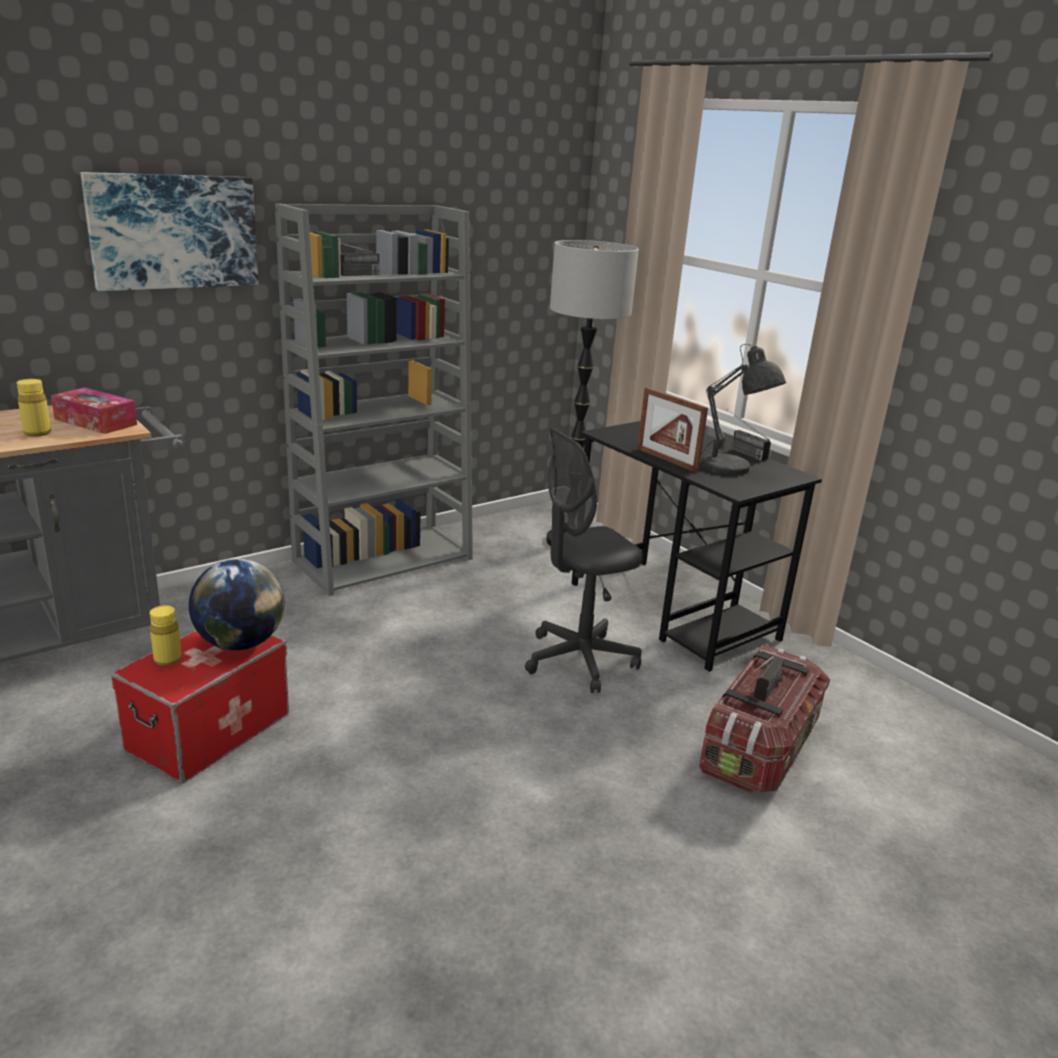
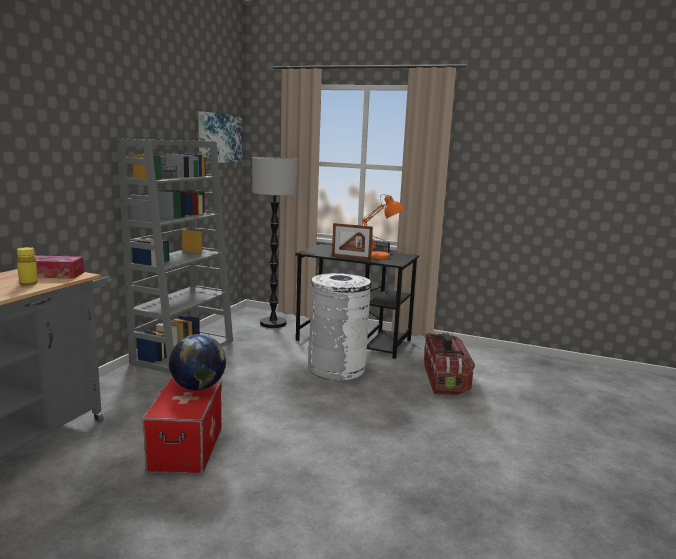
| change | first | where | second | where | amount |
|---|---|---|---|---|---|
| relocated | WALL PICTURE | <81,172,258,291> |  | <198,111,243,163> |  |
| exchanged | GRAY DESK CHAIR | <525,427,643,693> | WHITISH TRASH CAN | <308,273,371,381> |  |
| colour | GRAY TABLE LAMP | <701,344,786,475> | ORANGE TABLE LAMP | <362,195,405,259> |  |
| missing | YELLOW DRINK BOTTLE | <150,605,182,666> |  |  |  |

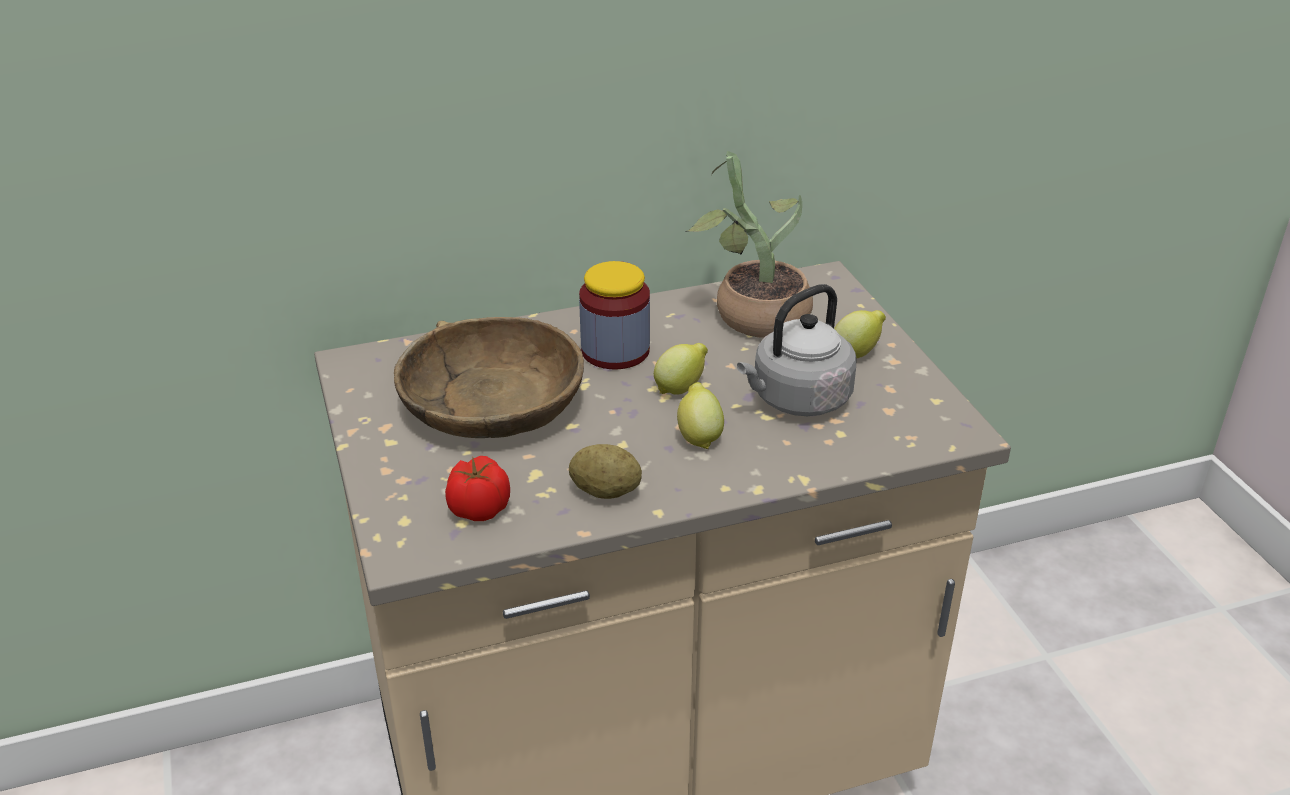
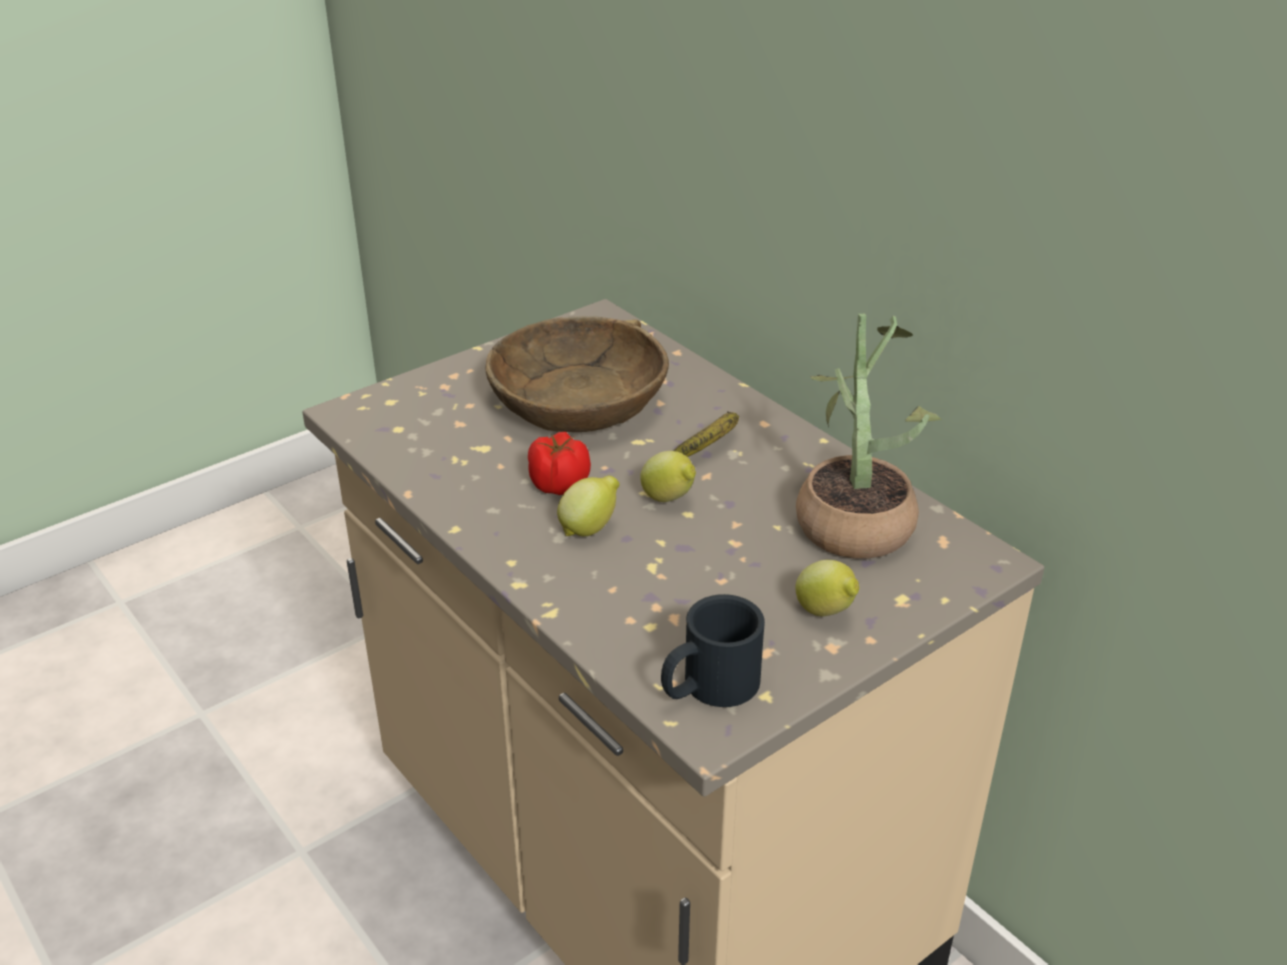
| change | first | where | second | where | amount |
|---|---|---|---|---|---|
| relocated | TOMATO | <445,456,510,521> |  | <528,432,591,495> |  |
| appeared |  |  | BLACK MUG | <661,594,765,707> |  |
| exchanged | JAR | <579,261,650,369> | BANANA | <674,411,739,457> |  |
| missing | POTATO | <569,444,642,499> |  |  |  |
| missing | GRAY TEA KETTLE | <737,284,856,416> |  |  |  |

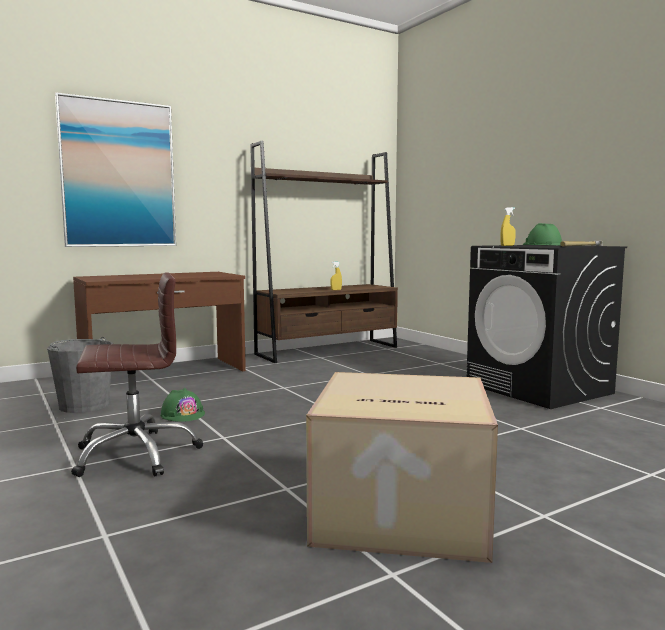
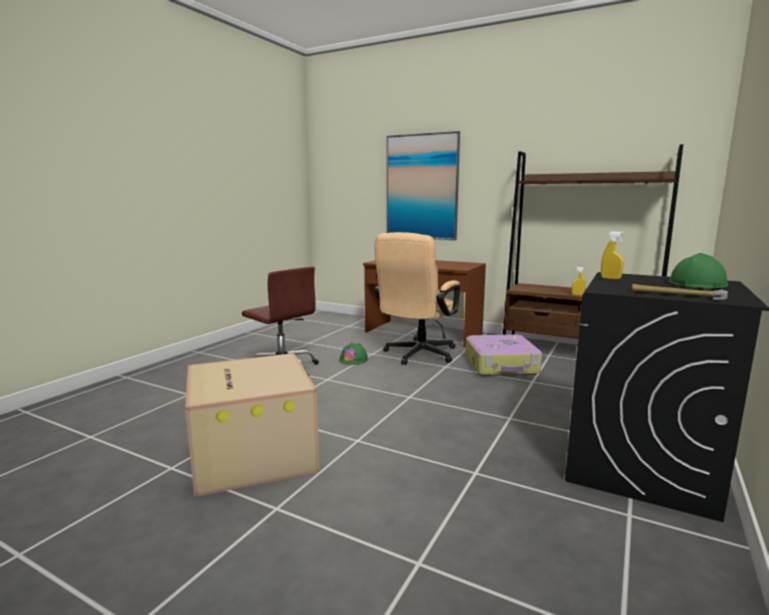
| change | first | where | second | where | amount |
|---|---|---|---|---|---|
| appeared |  |  | BEIGE DESK CHAIR | <374,232,460,365> |  |
| appeared |  |  | PIECE OF LUGGAGE | <465,334,542,376> |  |
| missing | GRAY BUCKET | <47,337,113,413> |  |  |  |

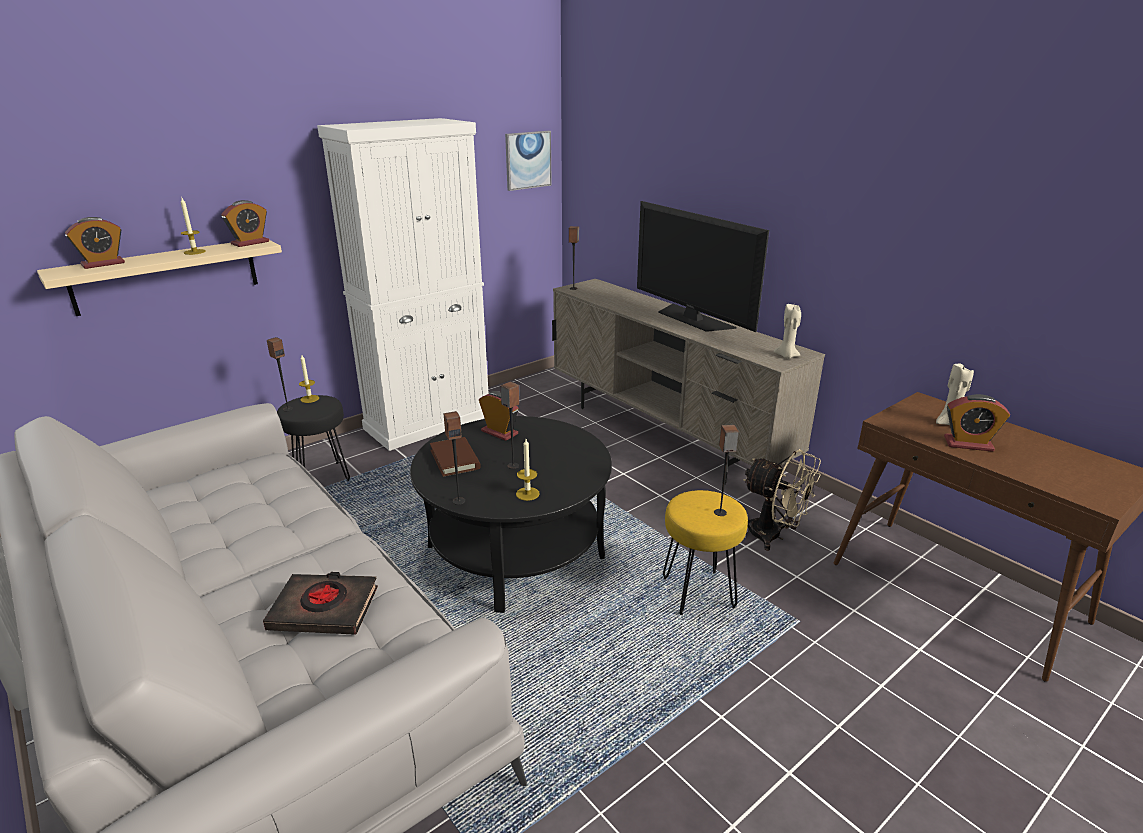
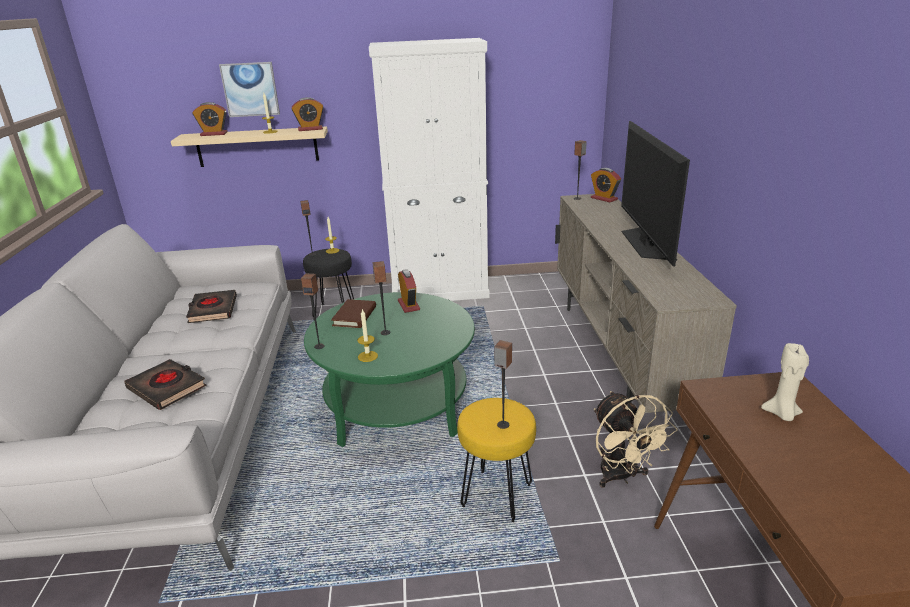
| change | first | where | second | where | amount |
|---|---|---|---|---|---|
| appeared |  |  | BLACK BOOK | <186,290,237,323> |  |
| relocated | WALL PICTURE | <505,131,552,191> |  | <219,62,280,117> |  |
| colour | BLACK LOW TABLE | <410,416,612,613> | GREENISH LOW TABLE | <304,292,475,447> |  |
| relocated | ALARM CLOCK | <944,394,1010,452> |  | <591,168,621,202> |  |
| missing | BEIGE CANDLE | <774,304,801,359> |  |  |  |

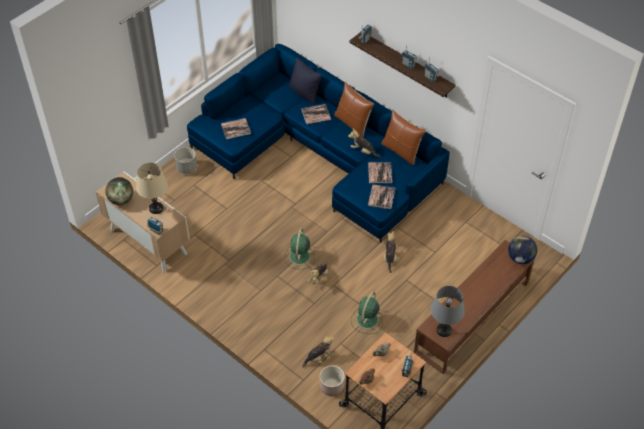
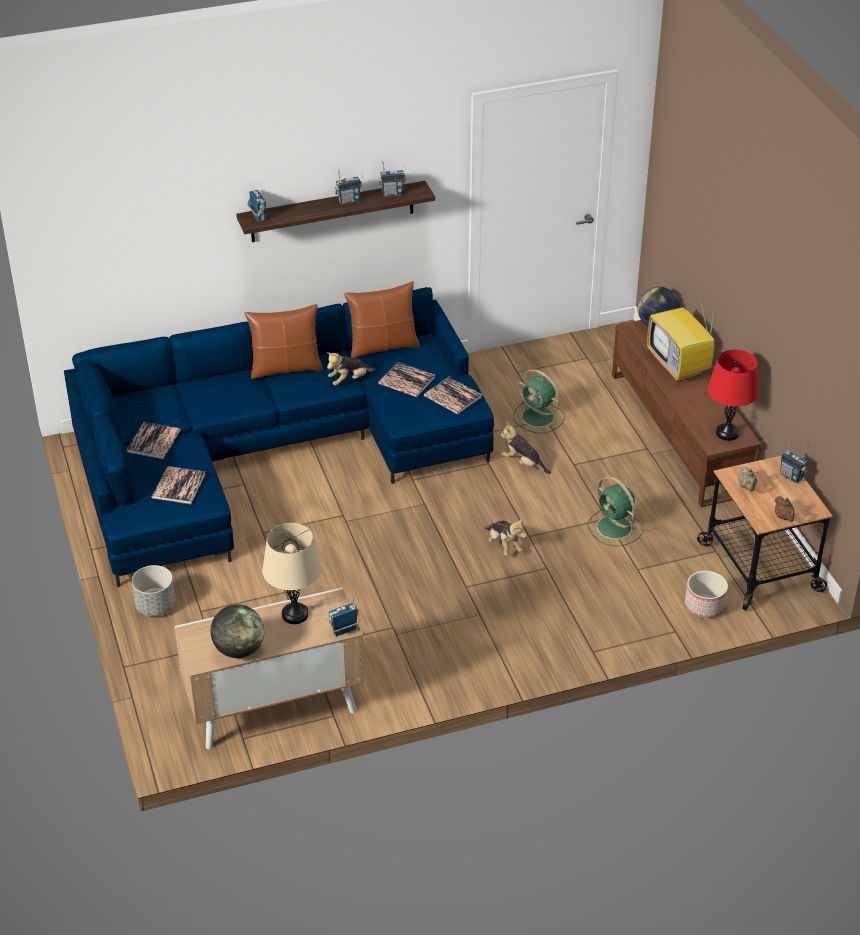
| change | first | where | second | where | amount |
|---|---|---|---|---|---|
| relocated | BOOK | <301,104,331,124> |  | <126,422,181,459> |  |
| relocated | GREENISH COOLING FAN | <285,228,315,269> |  | <513,369,565,433> |  |
| appeared |  |  | TV SET | <647,296,715,382> |  |
| colour | GRAY TABLE LAMP | <431,286,465,337> | RED-COLOURED TABLE LAMP | <708,349,759,441> |  |
| missing | BLACK THROW PILLOW | <289,58,321,104> |  |  |  |
| missing | SOFT TOY | <302,334,334,368> |  |  |  |

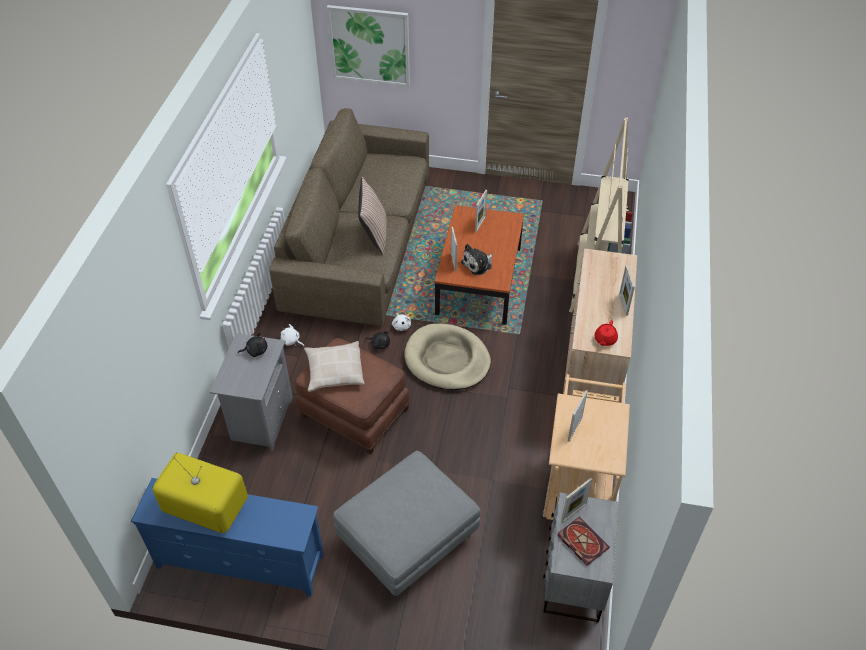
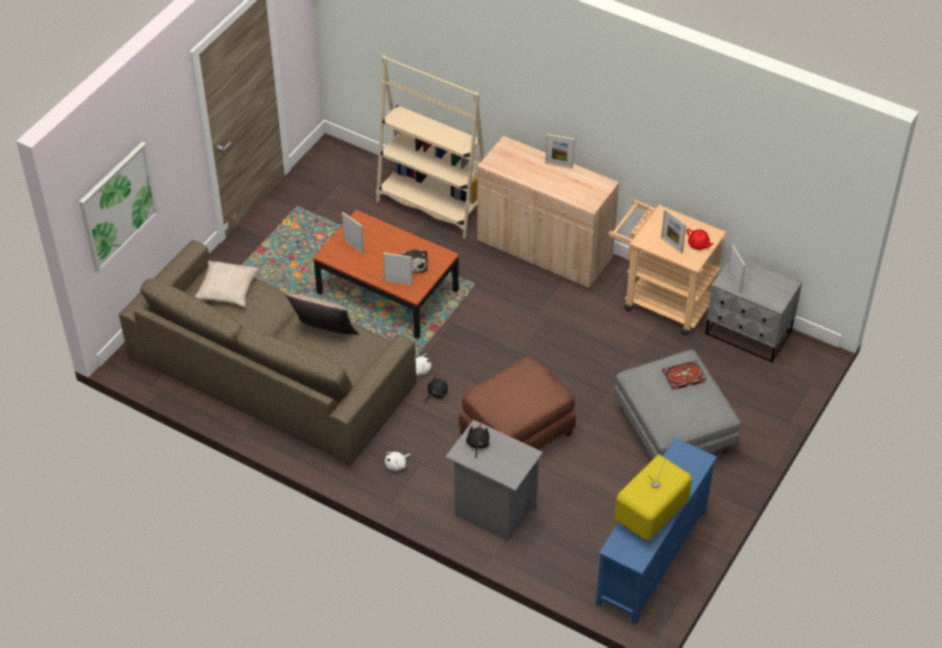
| change | first | where | second | where | amount |
|---|---|---|---|---|---|
| relocated | BEIGE THROW PILLOW | <304,341,365,392> |  | <194,260,259,307> |  |
| relocated | BOOK | <558,517,610,566> |  | <662,360,706,390> |  |
| relocated | RED-COLOURED TEAPOT | <594,320,618,346> |  | <686,228,714,250> |  |
| missing | BEIGE DOG CUSHION | <404,323,491,390> |  |  |  |

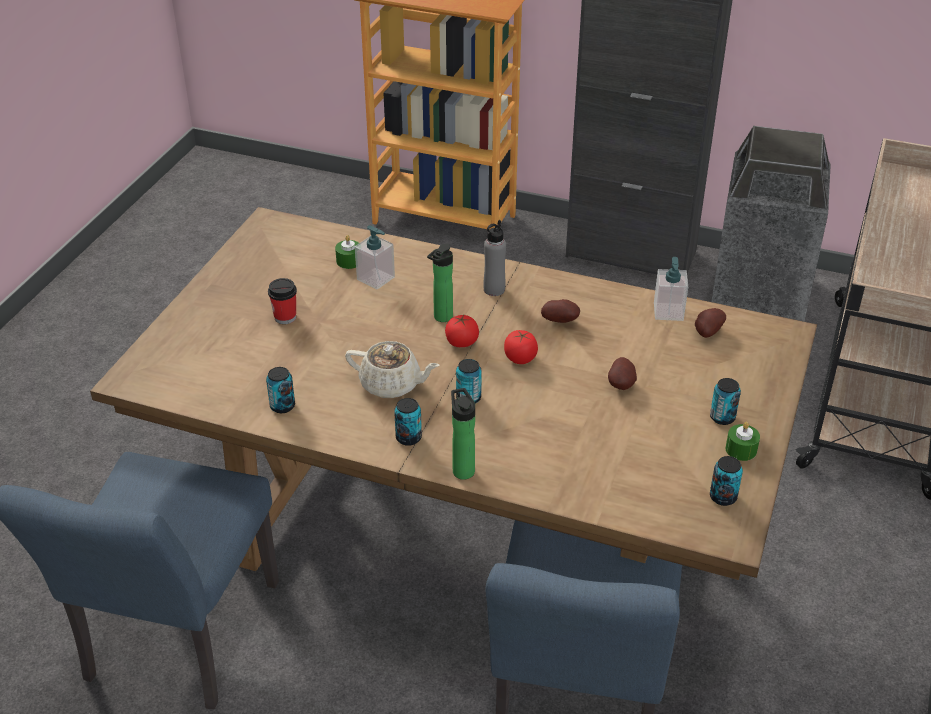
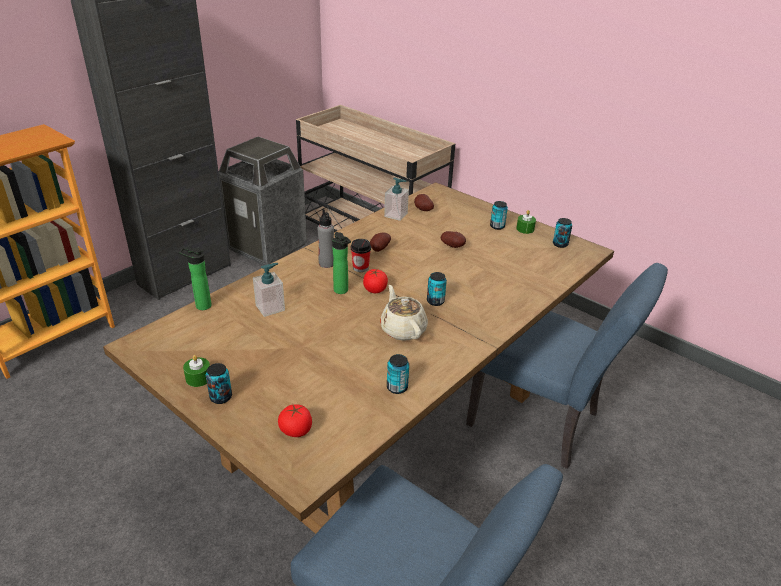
| change | first | where | second | where | amount |
|---|---|---|---|---|---|
| relocated | DRINK BOTTLE | <451,388,475,480> |  | <179,247,212,310> |  |
| relocated | GREENISH CANDLE | <335,235,359,269> |  | <183,355,210,387> |  |
| relocated | SEALED CAN | <394,398,422,446> |  | <206,363,232,404> |  |
| relocated | TOMATO | <504,330,538,364> |  | <278,404,312,437> |  |
| relocated | CUP | <268,278,297,324> |  | <351,239,371,272> |  |
| spun | BEIGE TEAPOT | <345,341,440,398> |  | <380,285,428,341> | 60 degrees counterclockwise |

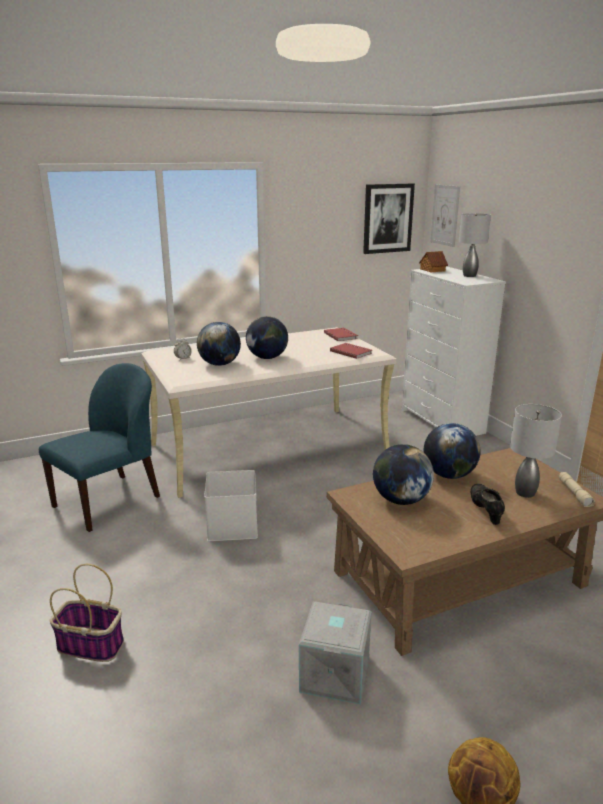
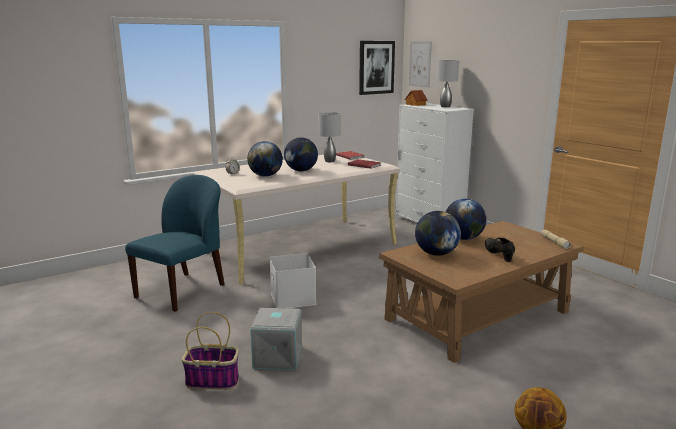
| change | first | where | second | where | amount |
|---|---|---|---|---|---|
| relocated | GRAY STORAGE BOX | <299,601,372,705> |  | <250,307,302,370> |  |
| relocated | GRAY TABLE LAMP | <510,404,562,498> |  | <318,112,341,162> |  |

